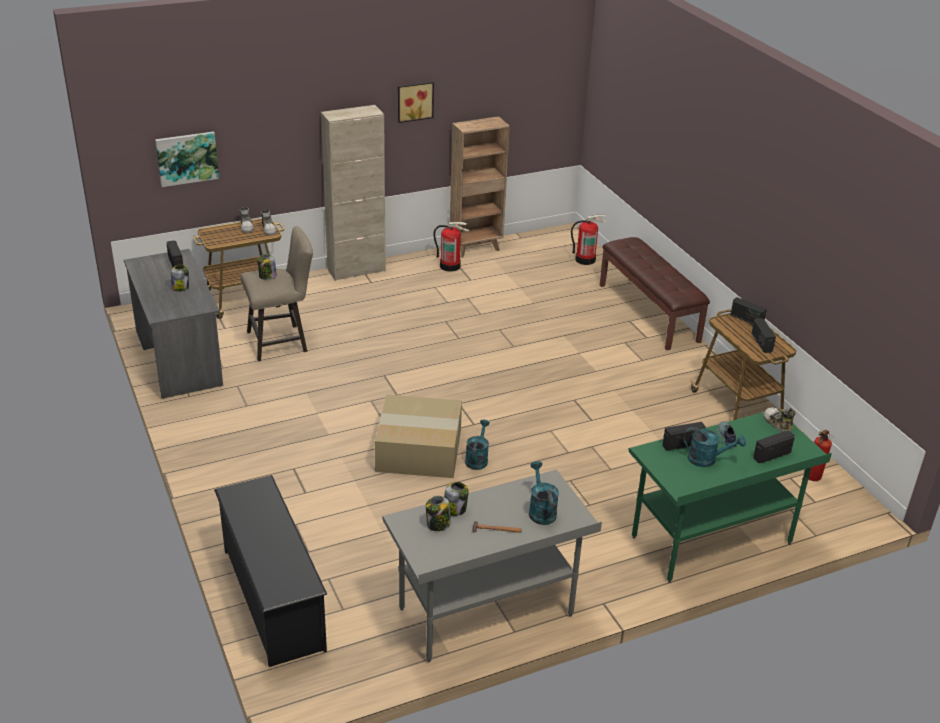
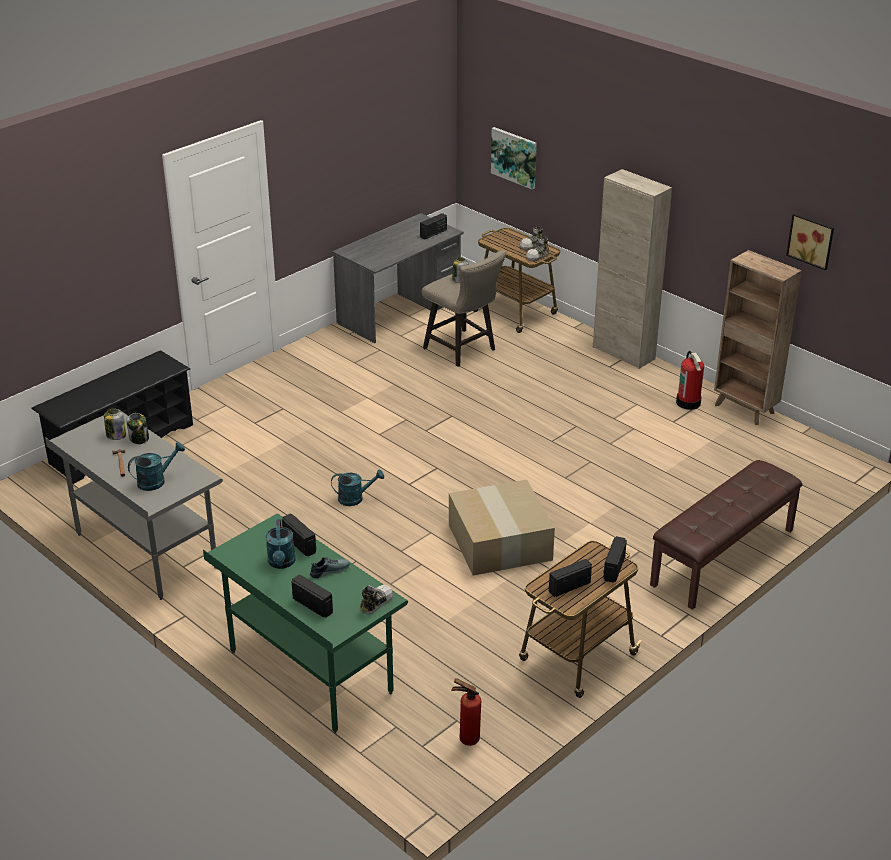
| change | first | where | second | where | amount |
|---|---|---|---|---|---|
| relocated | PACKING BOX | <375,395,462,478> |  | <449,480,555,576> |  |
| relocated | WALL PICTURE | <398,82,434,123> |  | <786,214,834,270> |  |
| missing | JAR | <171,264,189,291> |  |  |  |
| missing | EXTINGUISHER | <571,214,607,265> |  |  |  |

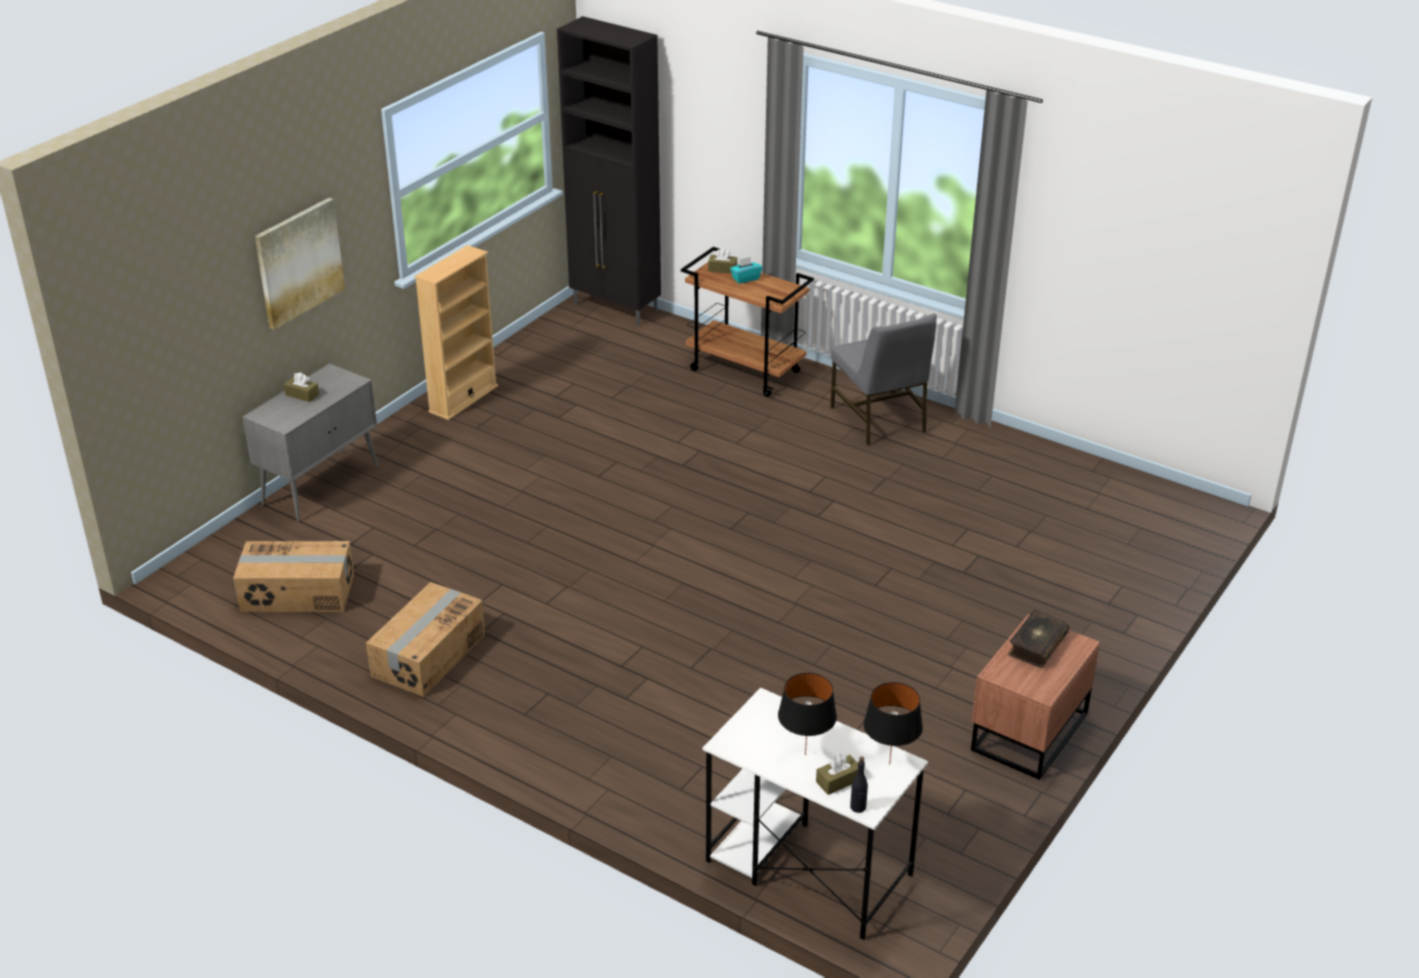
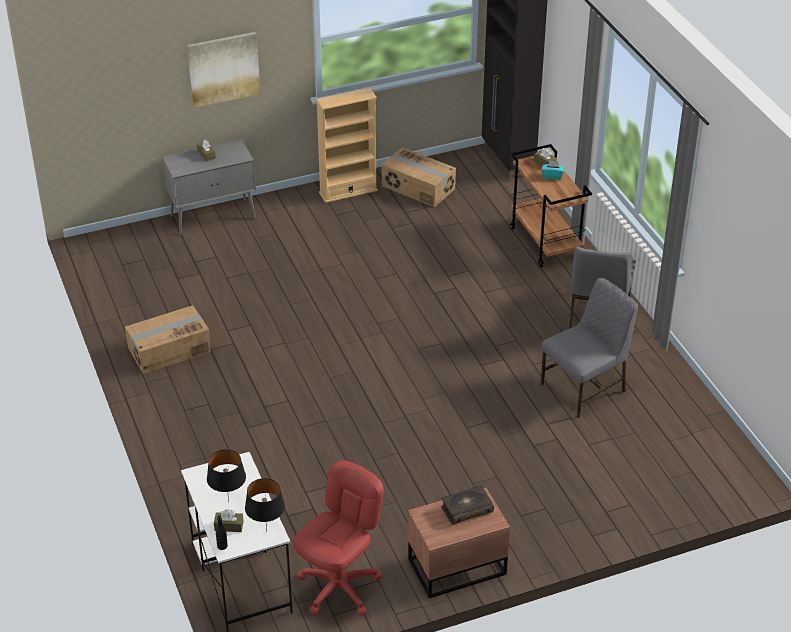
| change | first | where | second | where | amount |
|---|---|---|---|---|---|
| appeared |  |  | RED-COLOURED DESK CHAIR | <293,460,384,616> |  |
| relocated | PACKING BOX | <233,541,354,612> |  | <381,147,456,207> |  |
| appeared |  |  | GRAY PLAIN CHAIR | <540,278,638,418> |  |

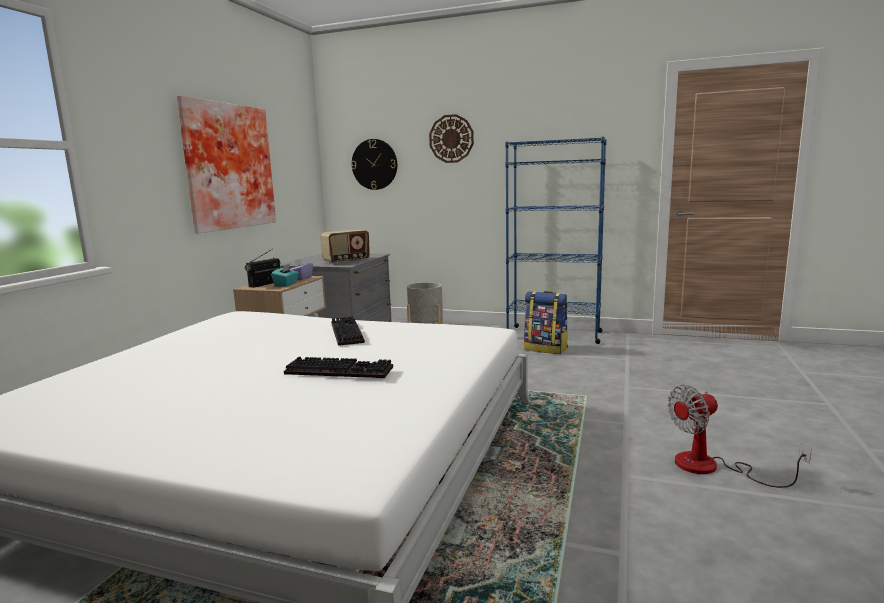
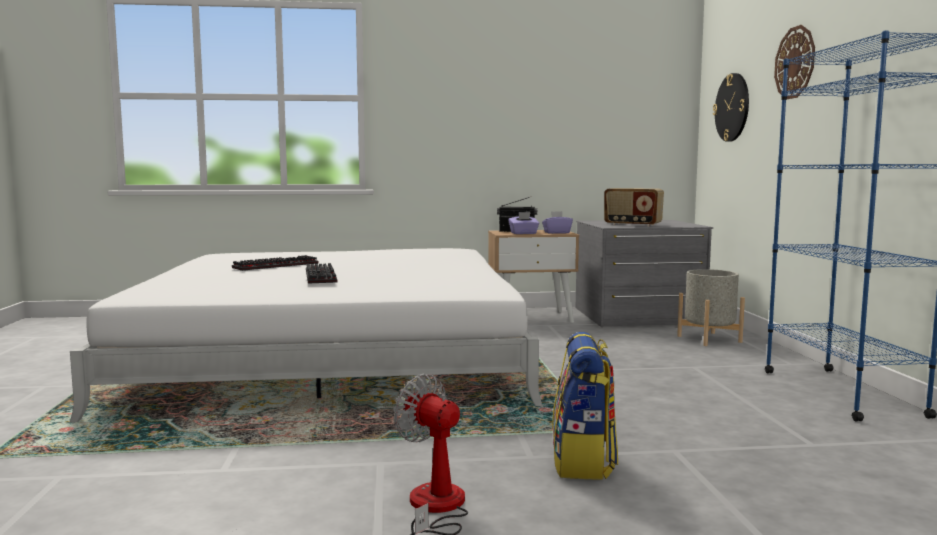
| change | first | where | second | where | amount |
|---|---|---|---|---|---|
| relocated | KEYBOARD | <331,317,365,346> |  | <232,255,319,271> |  |
| colour | TURQUOISE TISSUE HOLDER | <271,264,299,287> | PURPLE TISSUE HOLDER | <508,212,539,234> |  |
| relocated | KNAPSACK | <524,291,568,354> |  | <552,332,618,480> |  |
| missing | WALL PICTURE | <177,95,276,234> |  |  |  |

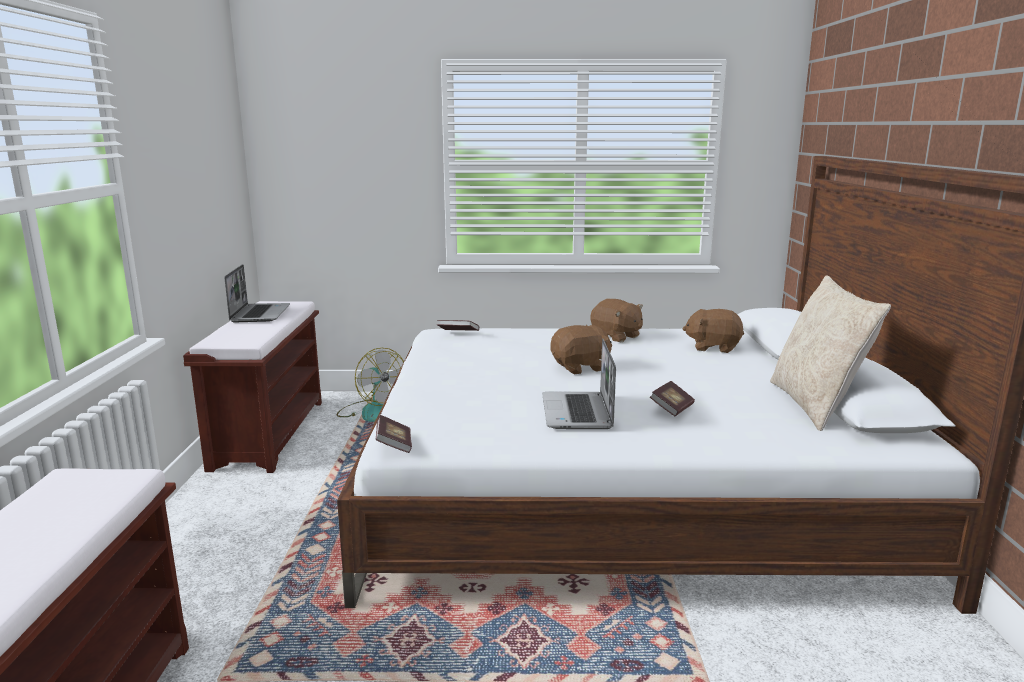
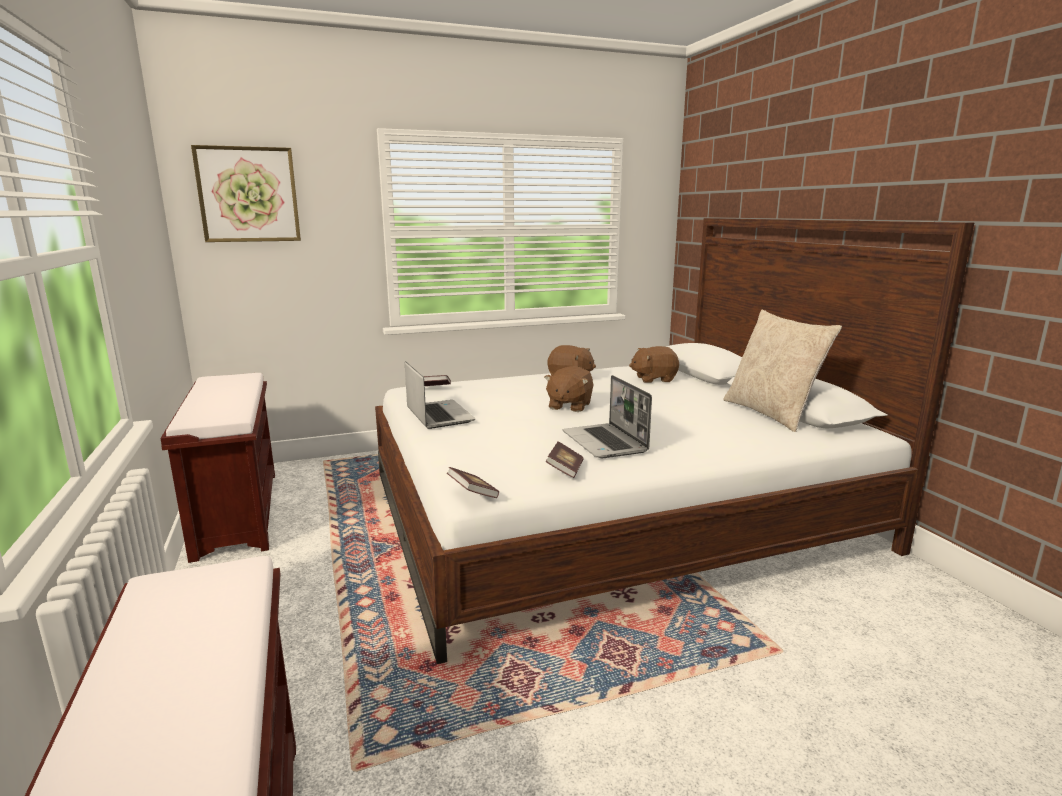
| change | first | where | second | where | amount |
|---|---|---|---|---|---|
| appeared |  |  | WALL PICTURE | <191,145,301,242> |  |
| relocated | NOTEBOOK COMPUTER | <224,264,290,323> |  | <405,361,475,429> |  |
| spun | BROWNISH SOFT TOY | <550,325,612,374> |  | <544,366,593,412> | 150 degrees clockwise |
| relocated | BOOK | <650,381,695,416> |  | <546,442,584,478> |  |
| missing | COOLING FAN | <337,348,404,422> |  |  |  |

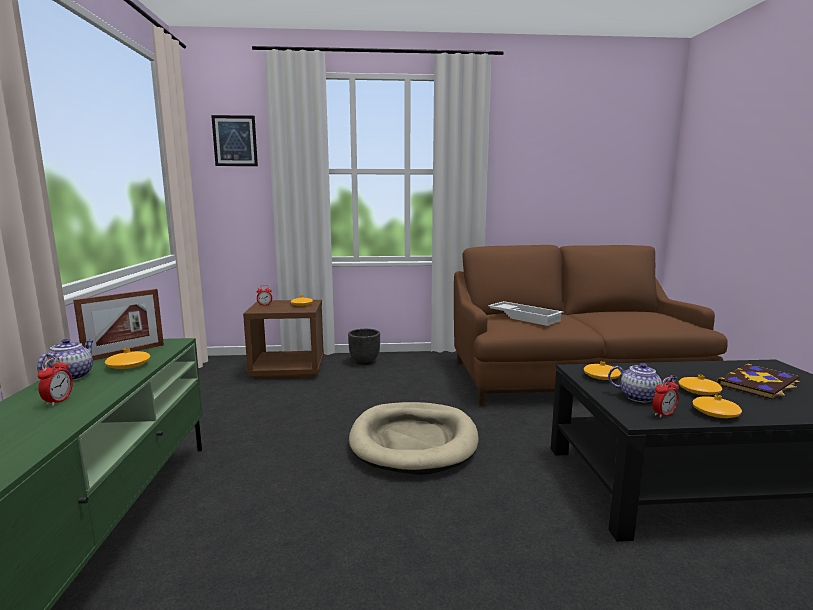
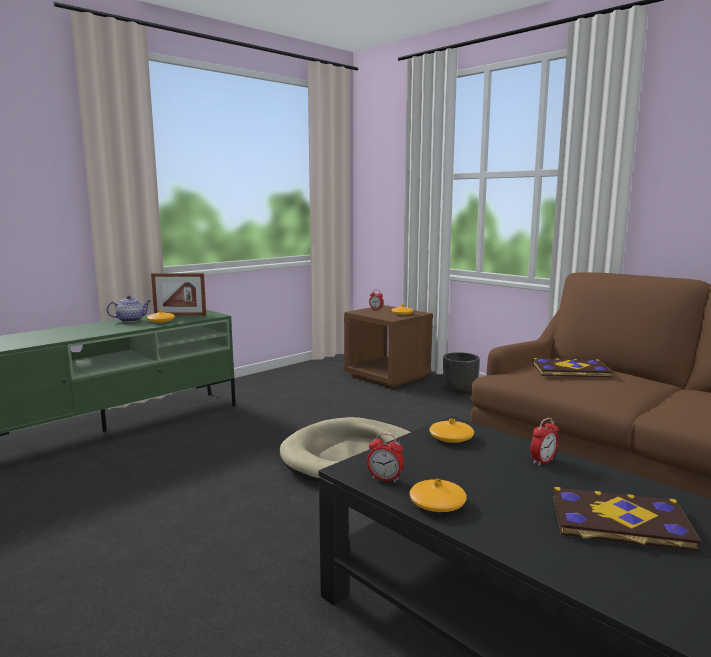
| change | first | where | second | where | amount |
|---|---|---|---|---|---|
| relocated | ALARM CLOCK | <38,357,73,406> |  | <530,418,559,466> |  |
| exchanged | WHITISH TRAY | <488,301,563,326> | BOOK | <532,358,613,378> |  |
| missing | WALL PICTURE | <211,115,258,166> |  |  |  |
| missing | TEAPOT | <608,363,677,402> |  |  |  |
| missing | ORANGE DECORATIVE VASE | <679,375,722,395> |  |  |  |

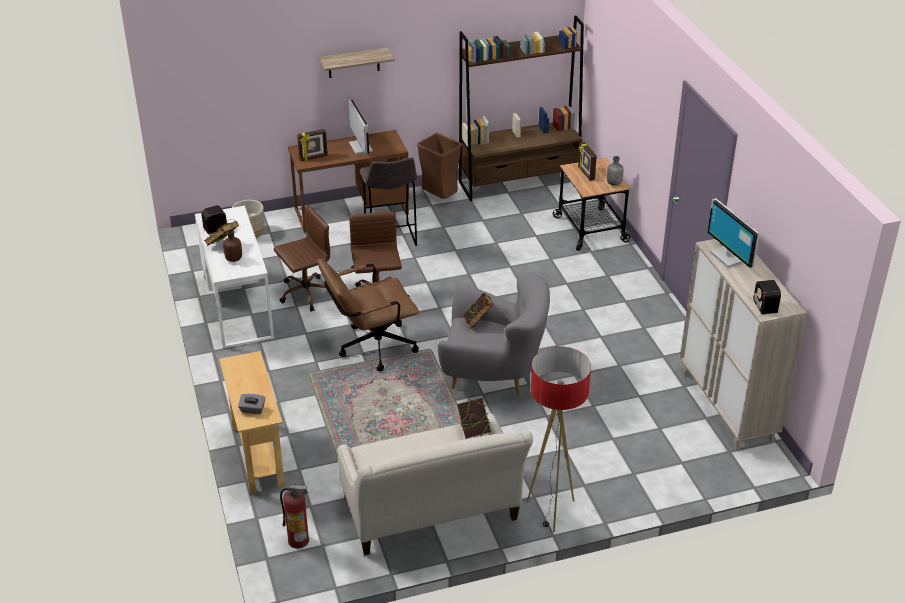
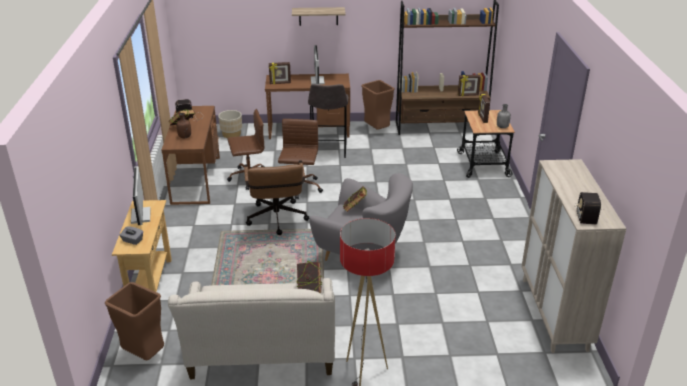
| change | first | where | second | where | amount |
|---|---|---|---|---|---|
| exchanged | EXTINGUISHER | <280,485,309,548> | BROWNISH TRASH CAN | <105,282,164,360> |  |
| relocated | MONITOR | <707,198,760,268> |  | <131,166,150,225> |  |
| colour | WHITISH DESK TABLE | <195,206,274,348> | BROWNISH DESK TABLE | <161,106,220,205> |  |
| spun | BROWNISH DESK CHAIR | <318,259,419,372> |  | <244,160,309,235> | 90 degrees counterclockwise |
| appeared |  |  | PHOTO FRAME | <458,75,481,96> |  |

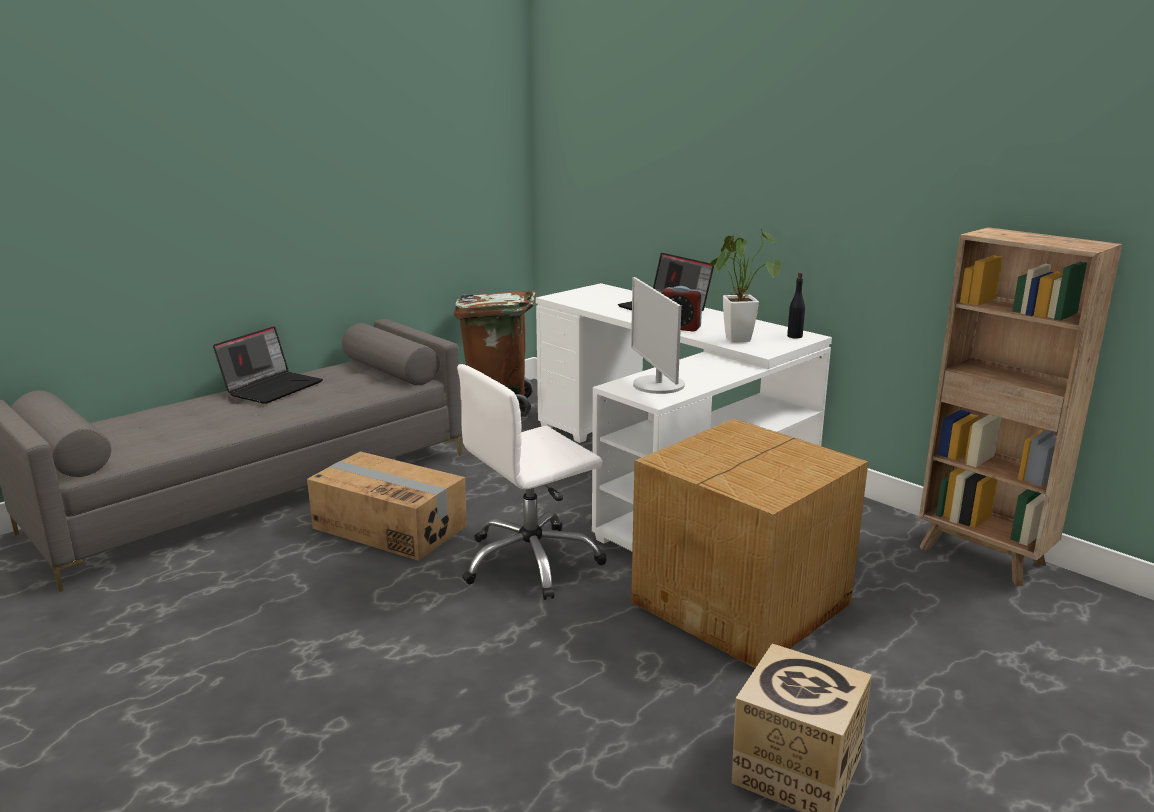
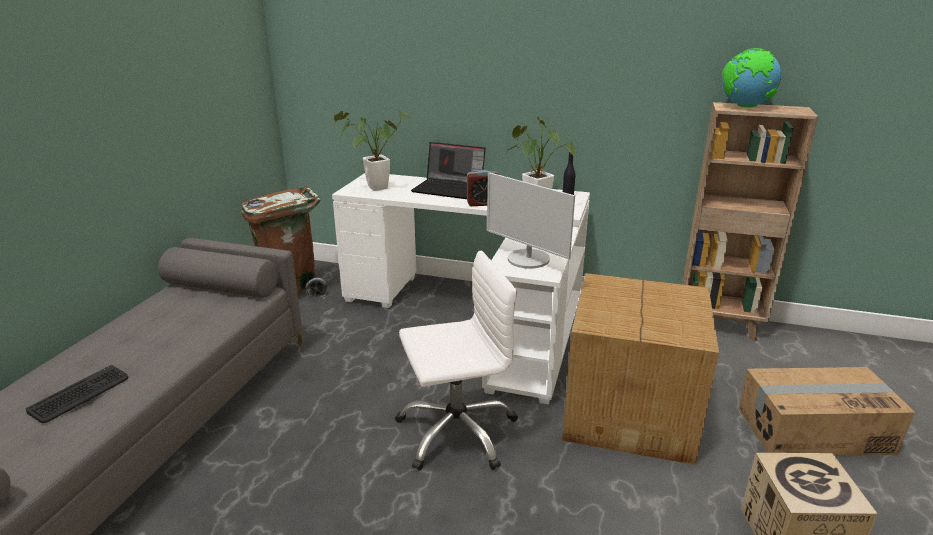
| change | first | where | second | where | amount |
|---|---|---|---|---|---|
| appeared |  |  | KEYBOARD | <25,365,129,423> |  |
| appeared |  |  | PLANT IN A POT | <334,110,411,191> |  |
| spun | WHITISH DESK CHAIR | <457,364,606,600> |  | <395,250,518,471> | 135 degrees counterclockwise |
| appeared |  |  | DESK GLOBE | <722,48,781,108> |  |
| relocated | PACKING BOX | <307,451,467,561> |  | <738,367,915,456> |  |
| missing | NOTEBOOK COMPUTER | <213,326,323,404> |  |  |  |

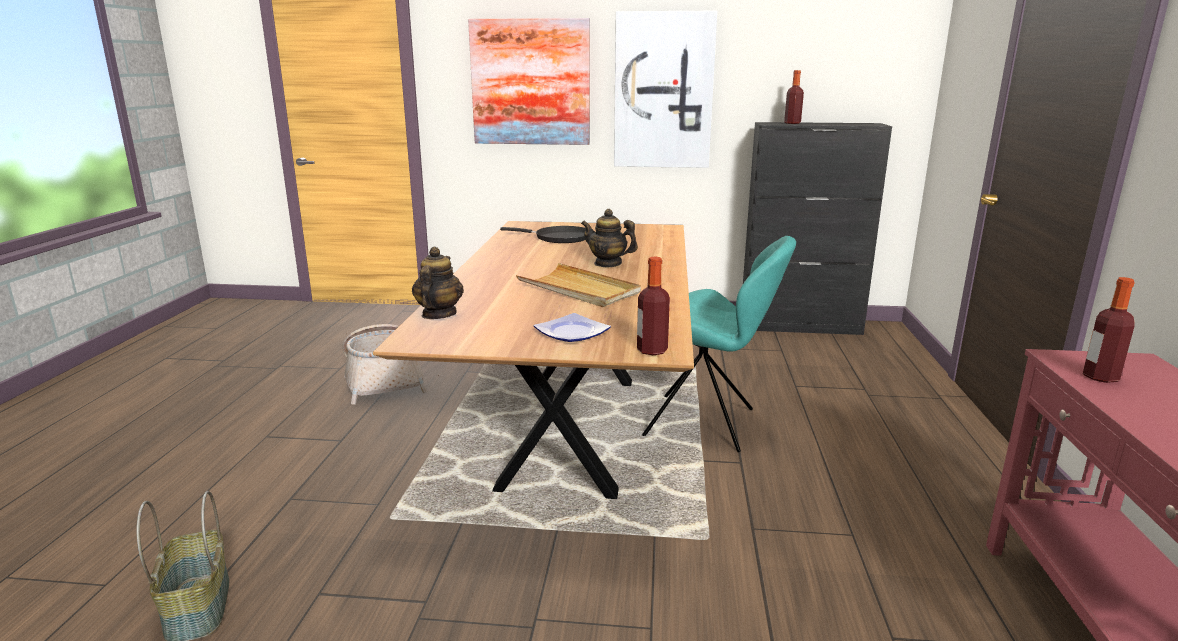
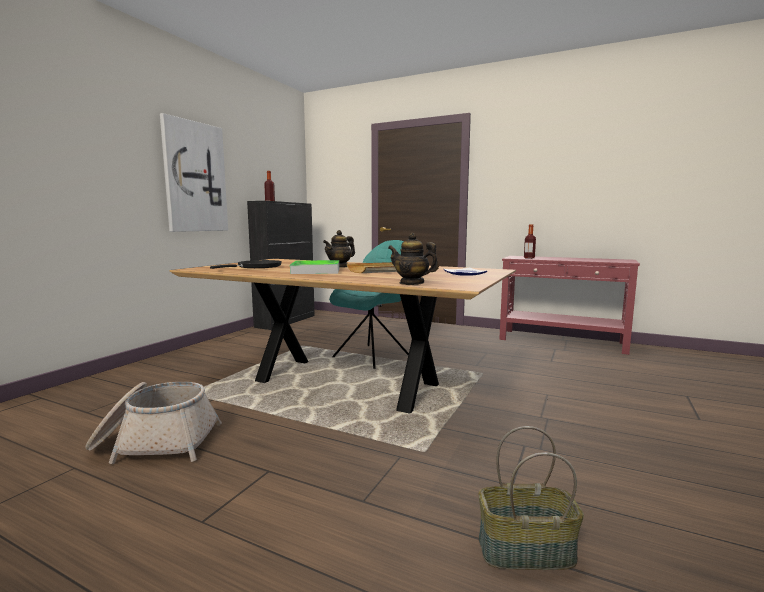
| change | first | where | second | where | amount |
|---|---|---|---|---|---|
| appeared |  |  | TRAY | <290,260,339,274> |  |
| missing | WALL PICTURE | <468,18,590,145> |  |  |  |
| missing | DRINK BOTTLE | <637,257,670,355> |  |  |  |

